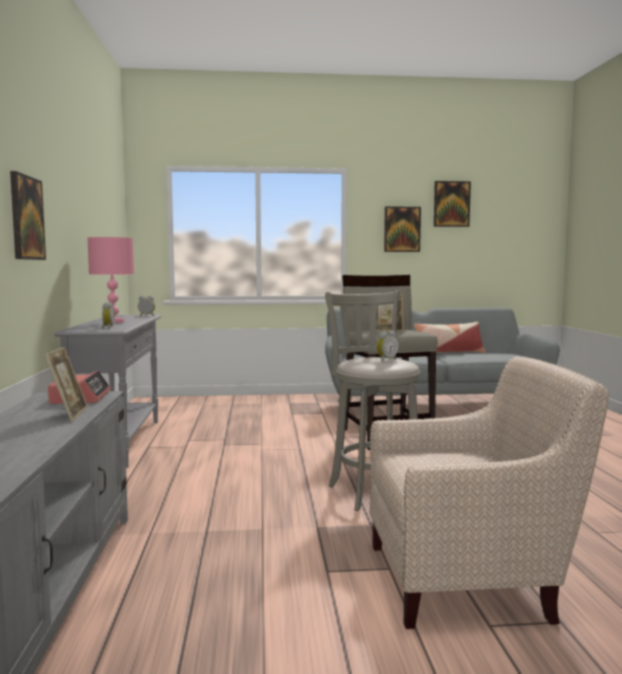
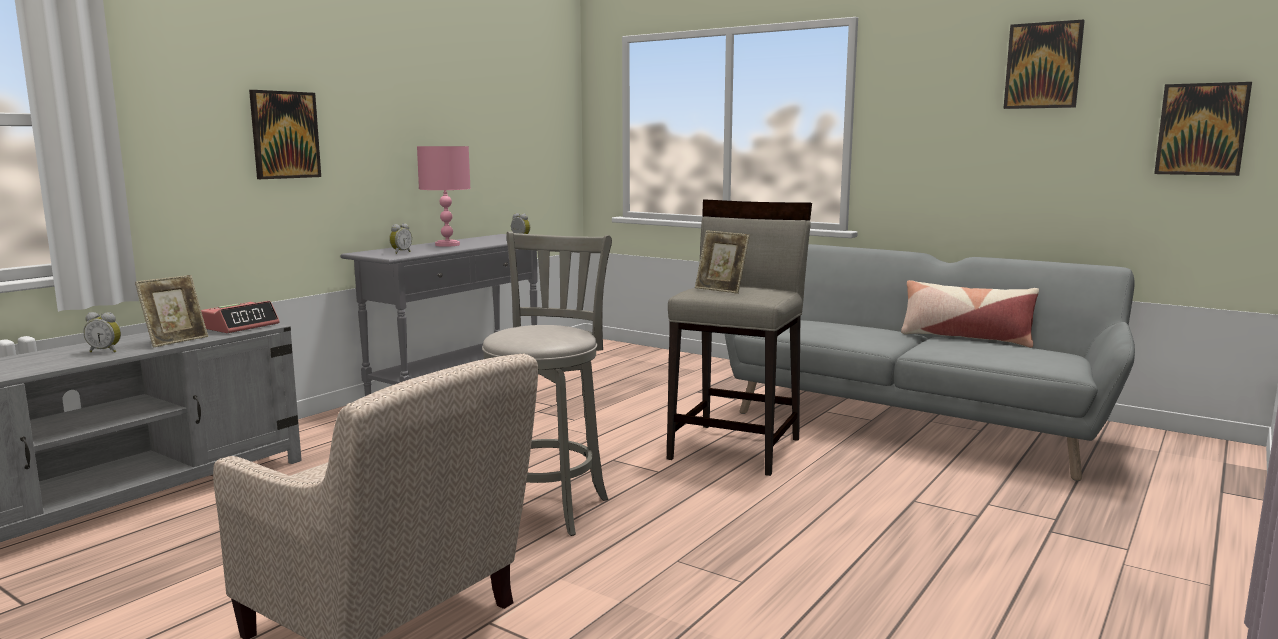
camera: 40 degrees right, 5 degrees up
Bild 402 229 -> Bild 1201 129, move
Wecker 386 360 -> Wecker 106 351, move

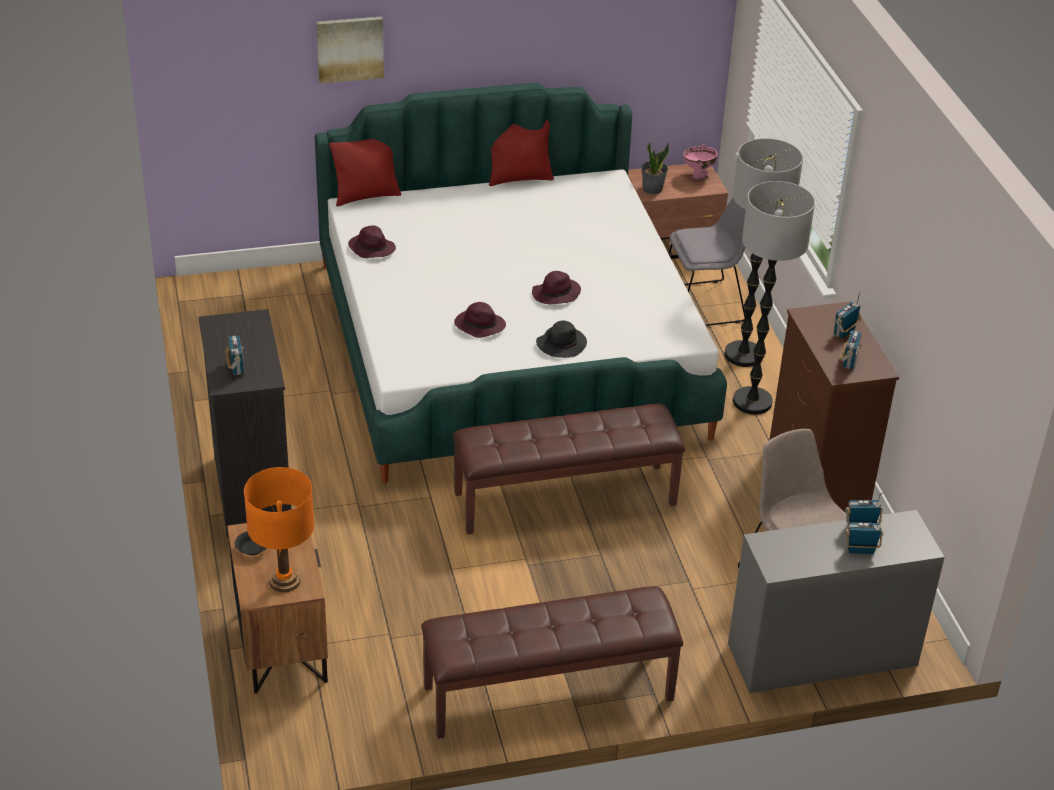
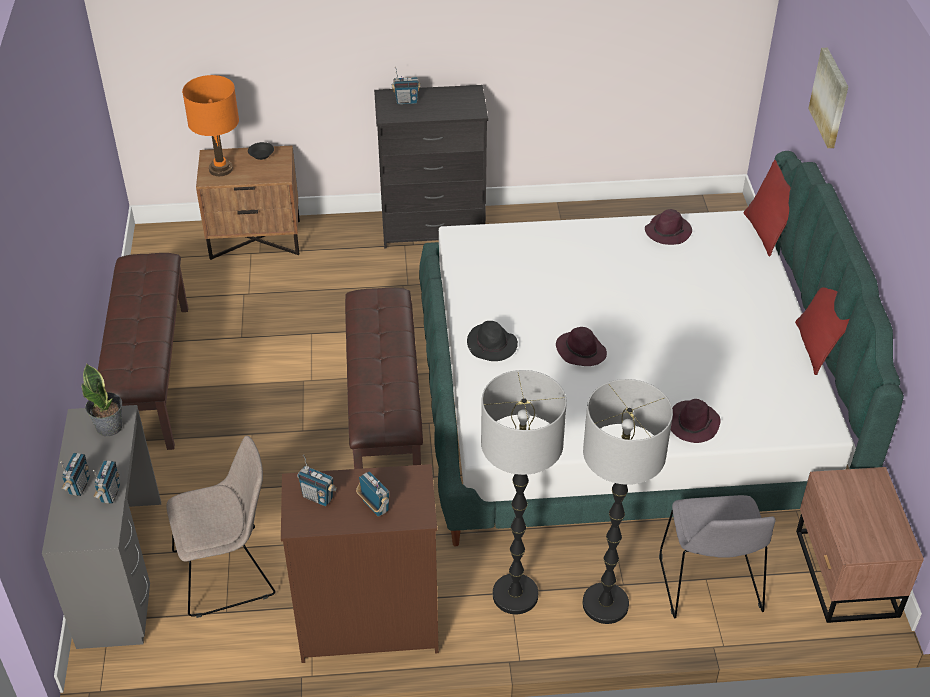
camera: 100 degrees right, 5 degrees up
Topfpflanze 652 189 -> Topfpflanze 110 427, move
Schüssel/rosa 698 176 -> none
Hut/lila 479 326 -> Hut/lila 693 424, move

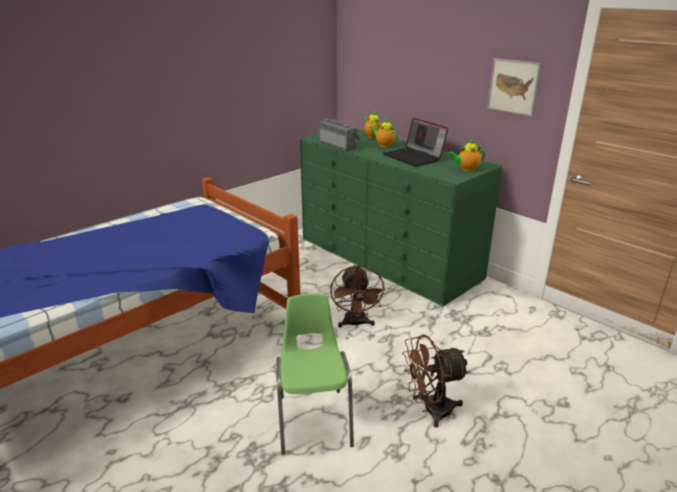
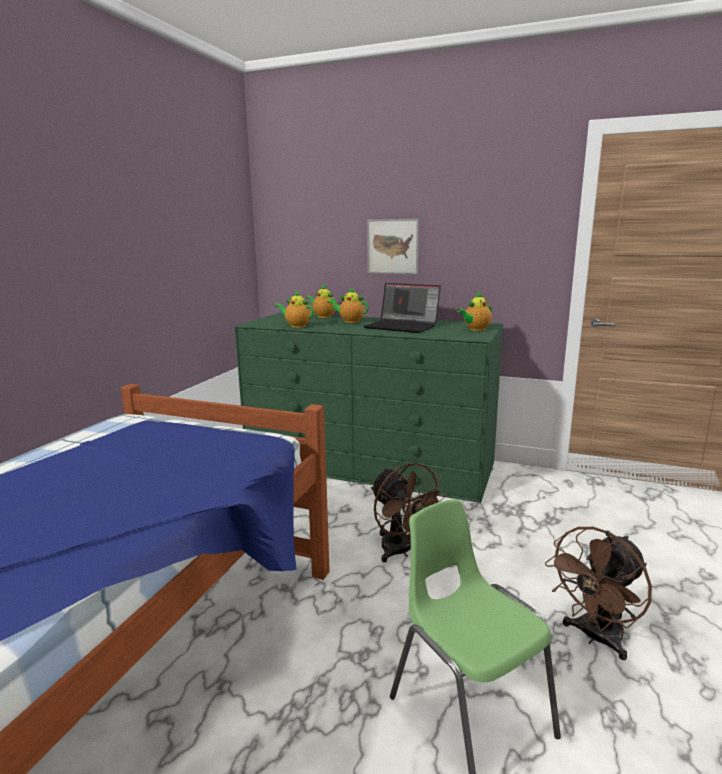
camera: 25 degrees left, 10 degrees down
Bild 513 86 -> Bild 392 246, move
Radio 339 144 -> Teekanne 296 326

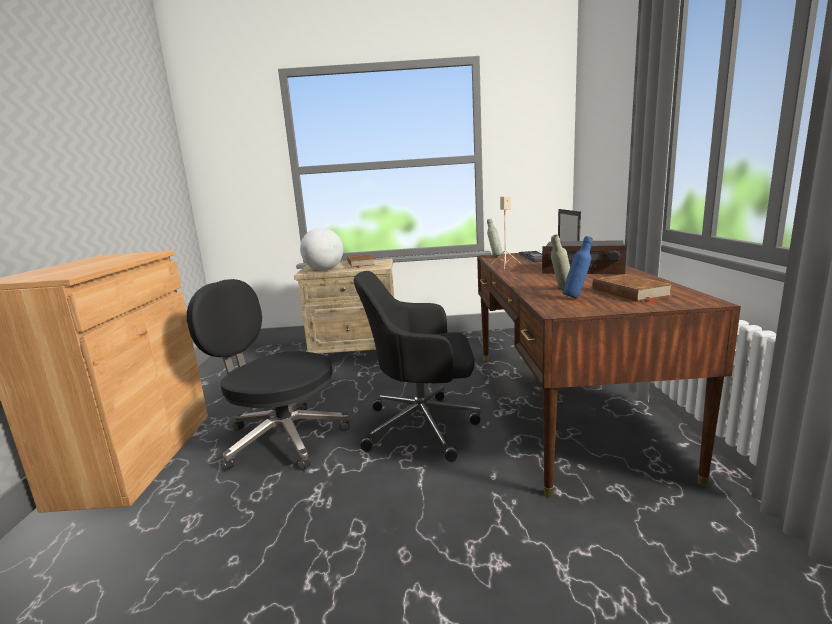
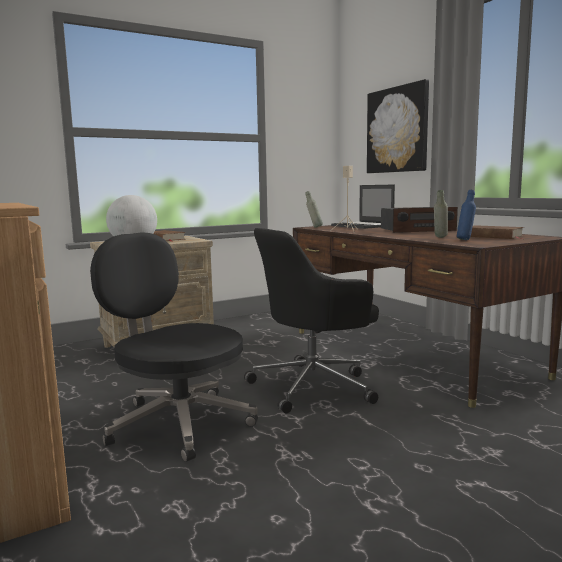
camera: 30 degrees left, 5 degrees down
Bürostuhl/schwarz 282 438 -> Bürostuhl/schwarz 178 423, 45 degrees clockwise
none -> Bild 397 130

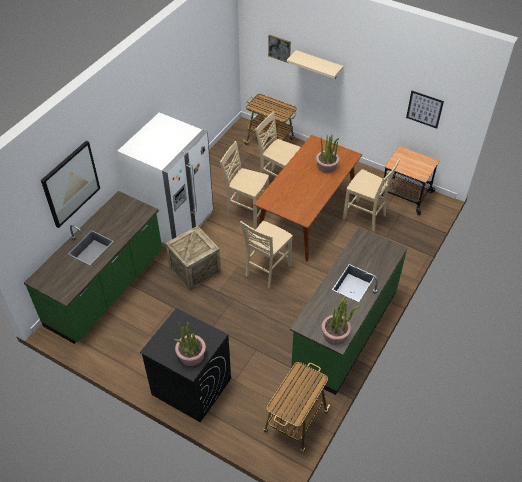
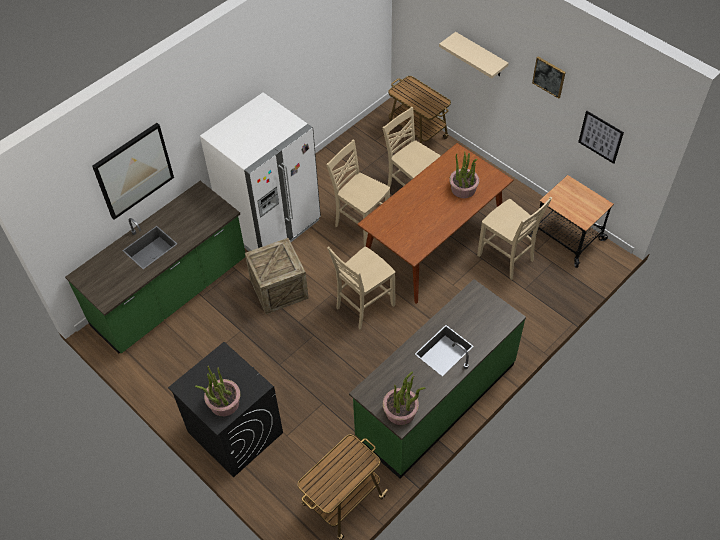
camera: 15 degrees right, 5 degrees up
Bild 279 48 -> Bild 549 77, move

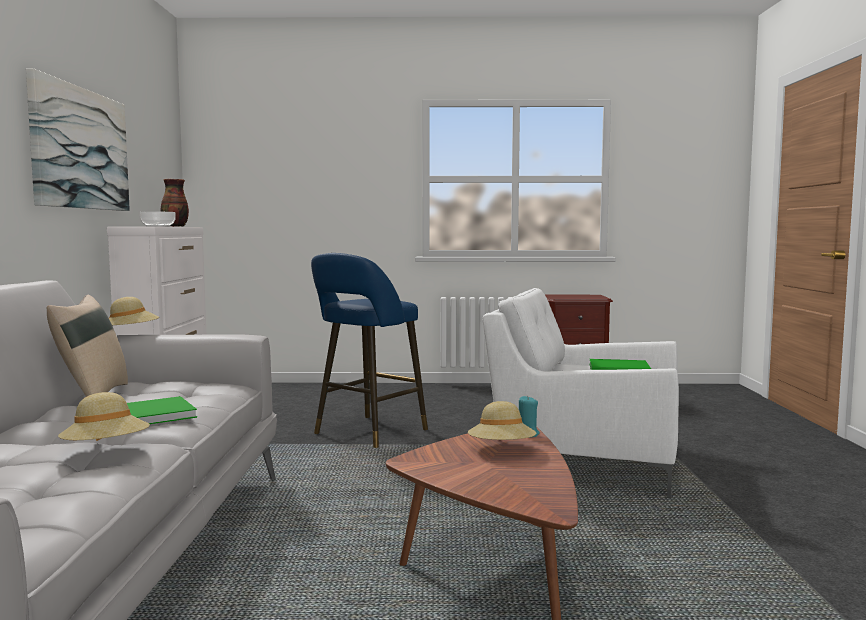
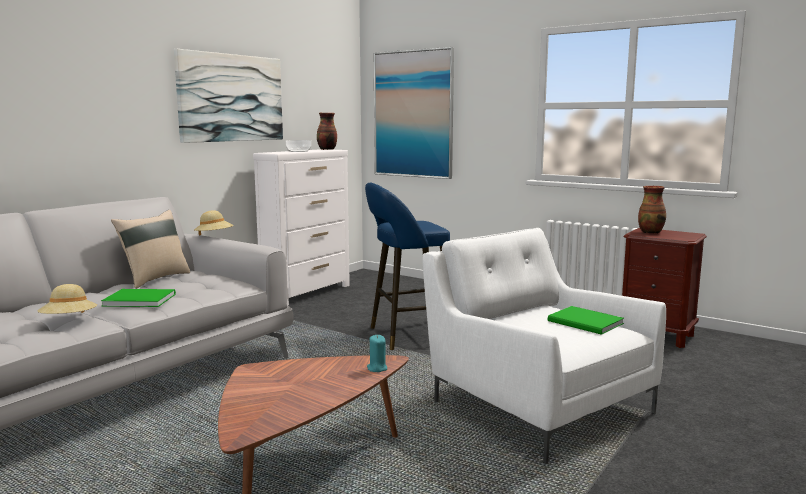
camera: 35 degrees right, 5 degrees up
Hut/beige 501 449 -> none
none -> Bild 413 114
none -> Vase 650 232

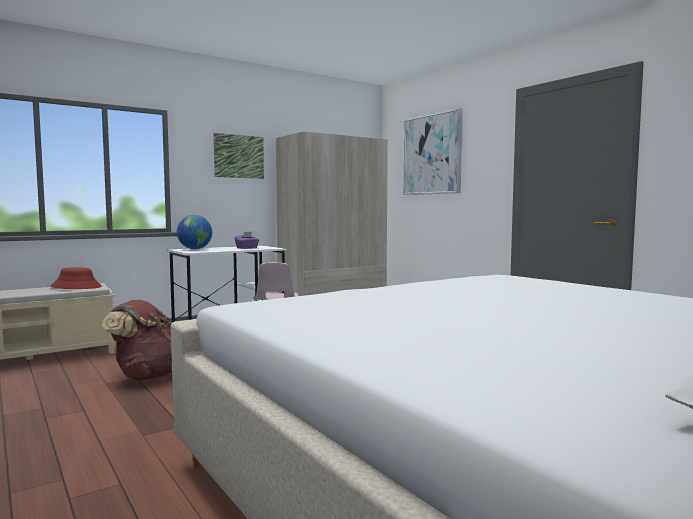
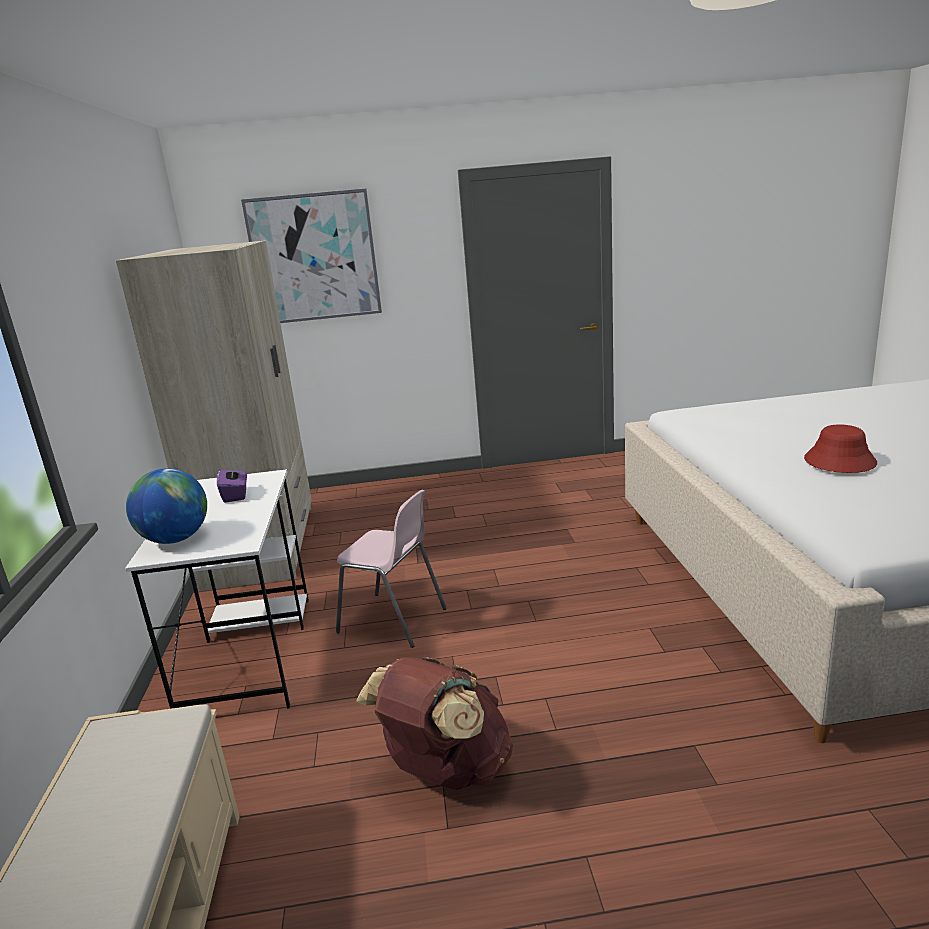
camera: 60 degrees left, 15 degrees up
Bild 239 156 -> none
Hut/rot 76 287 -> Hut/rot 839 461, move

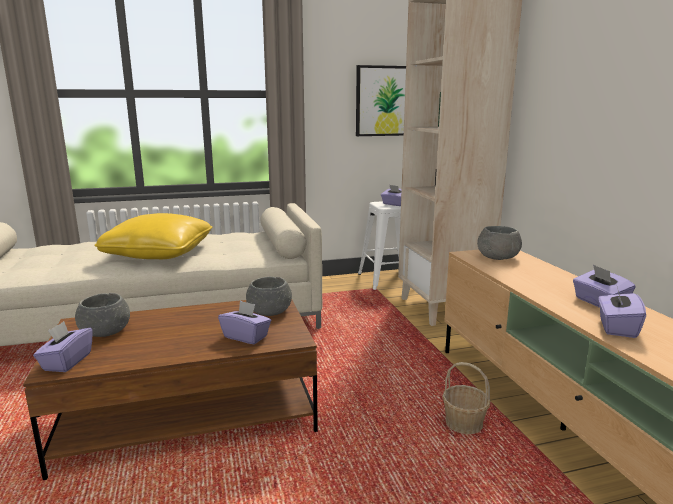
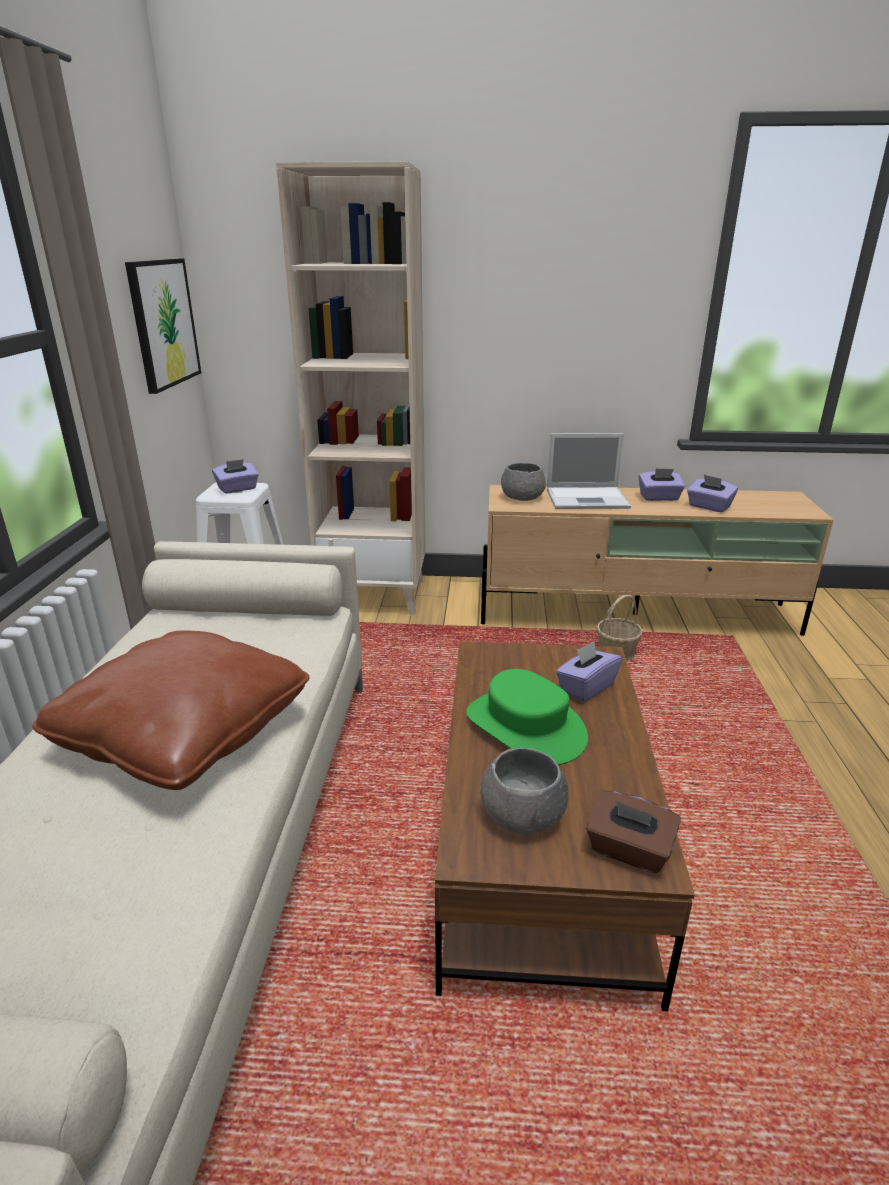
camera: 70 degrees left, 10 degrees up
Kissen/gelb 159 253 -> Kissen/braun 184 732
Schüssel/grau 270 311 -> none
Taschentuchbox/lila 67 362 -> Taschentuchbox/braun 628 850
none -> Laptop 588 498
none -> Hut/grün 526 726

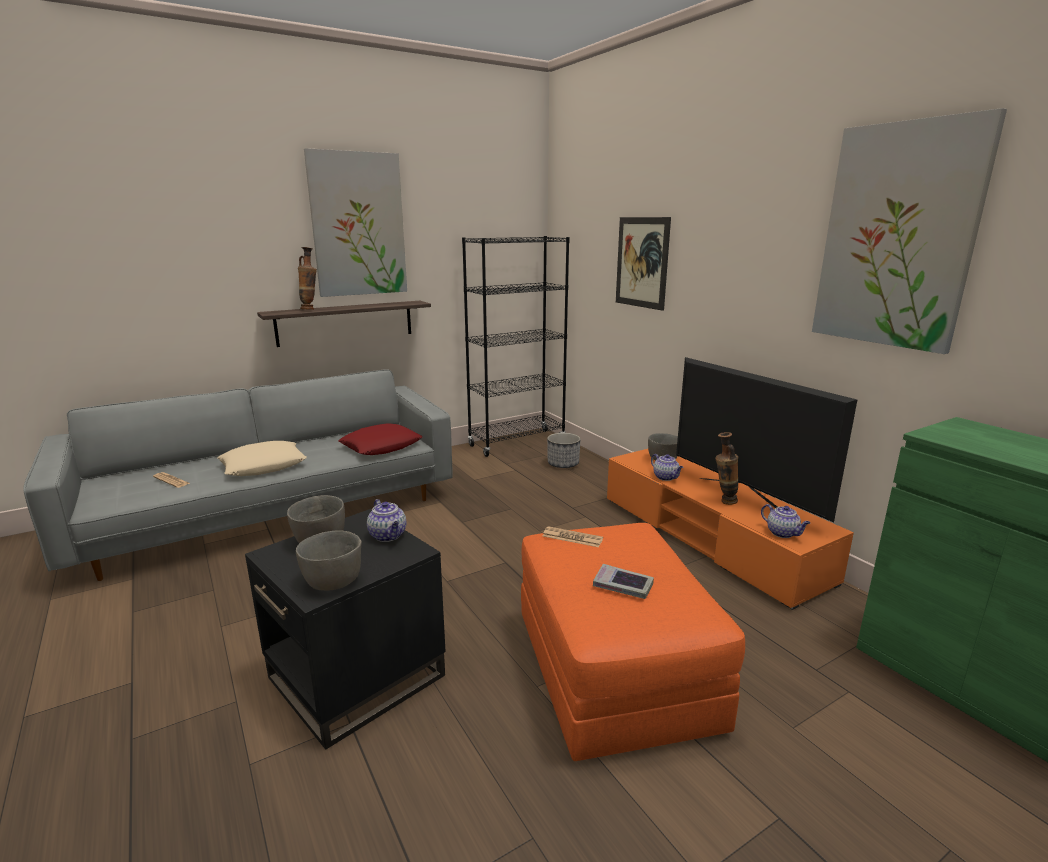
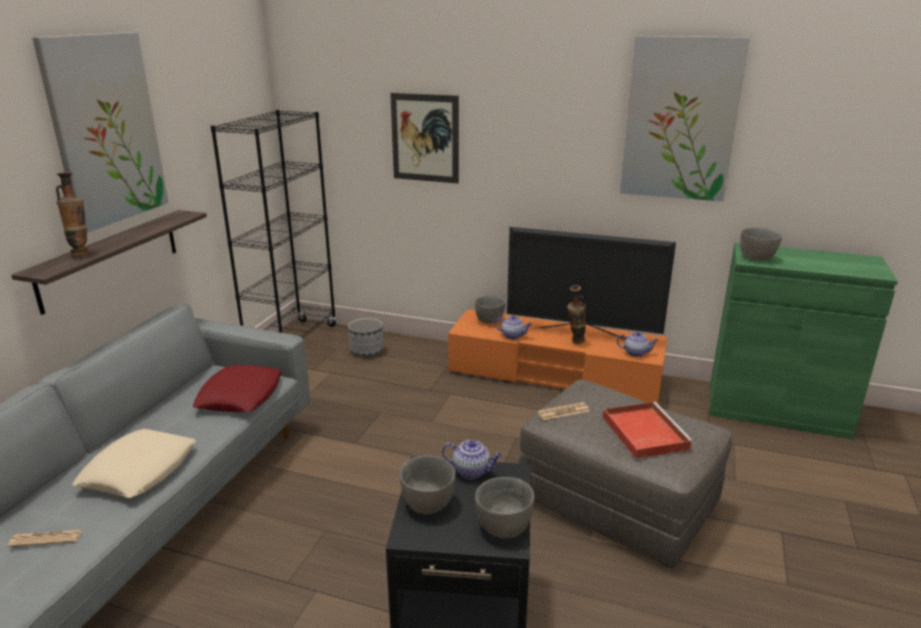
camera: 40 degrees left, 5 degrees up
Polsterhocker/orange 614 671 -> Polsterhocker/grau 618 501
Buch 622 586 -> Tablett/rot 643 432
none -> Schüssel/grau 757 258

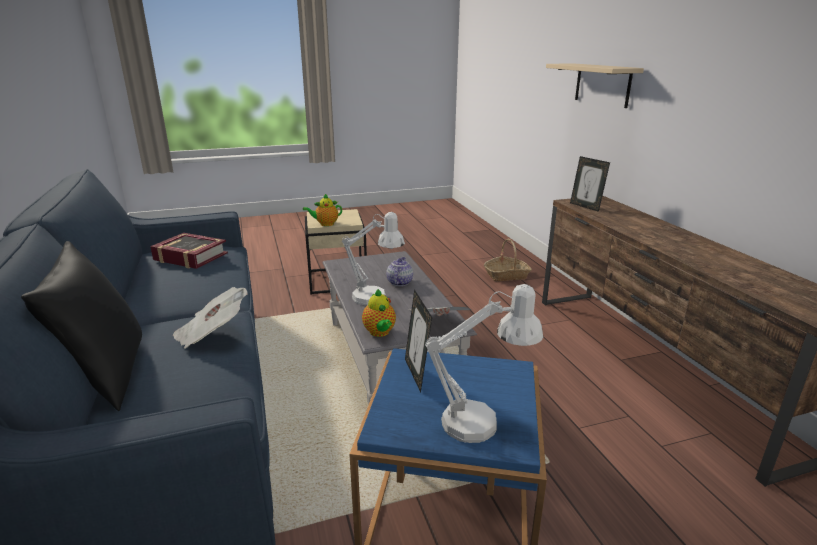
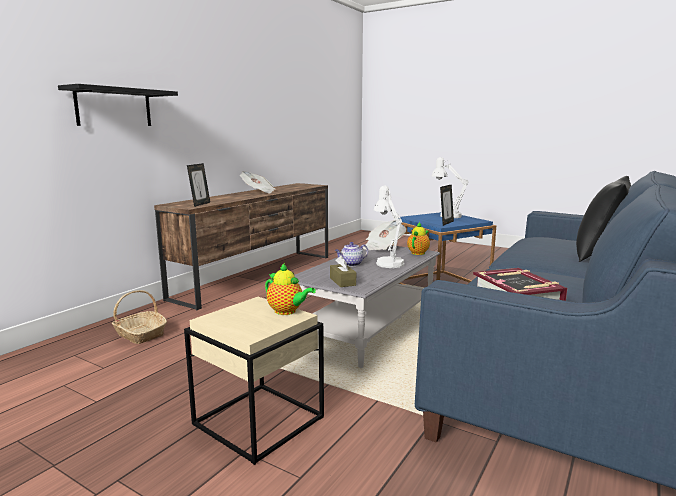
camera: 130 degrees left, 10 degrees down
Wandregal/beige 602 84 -> Wandregal/schwarz 114 107
Zeitung 212 334 -> Zeitung 258 192, move
none -> Taschentuchbox/braun 342 281

